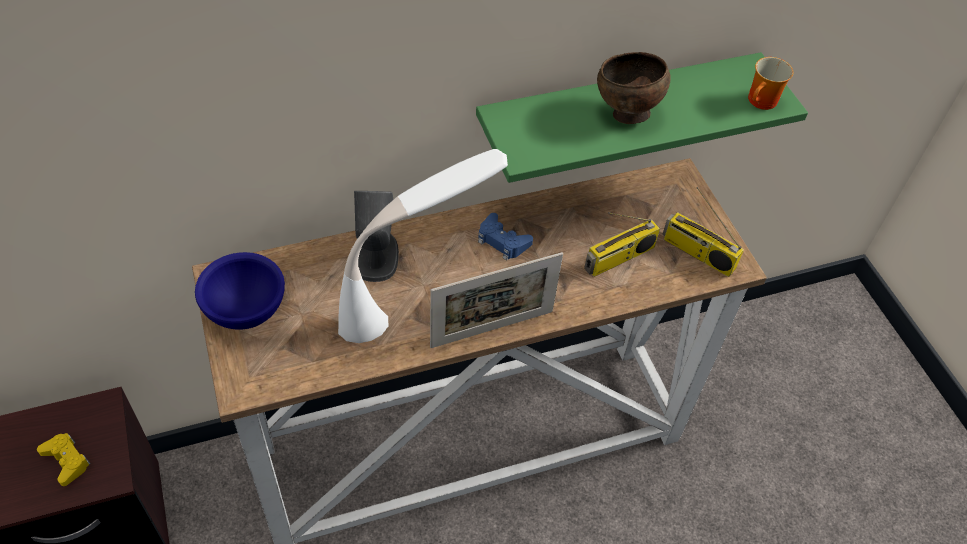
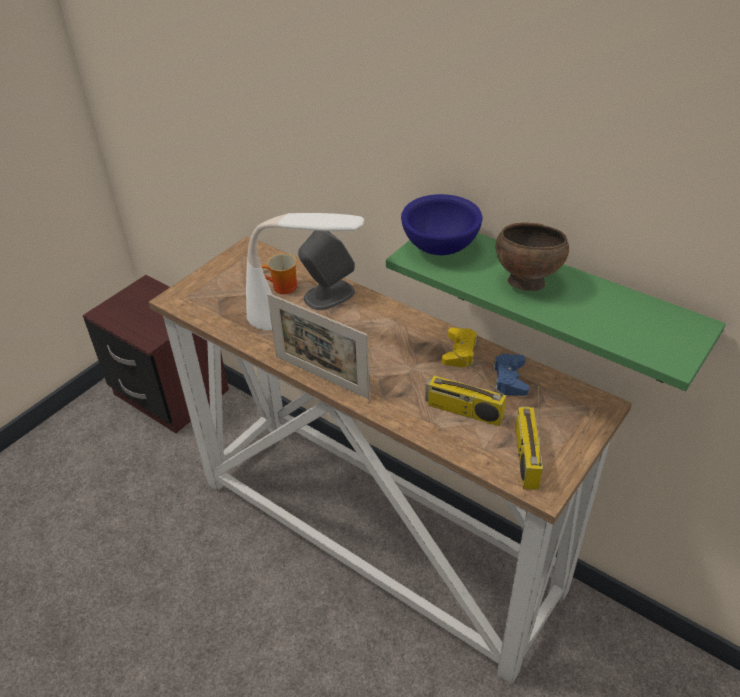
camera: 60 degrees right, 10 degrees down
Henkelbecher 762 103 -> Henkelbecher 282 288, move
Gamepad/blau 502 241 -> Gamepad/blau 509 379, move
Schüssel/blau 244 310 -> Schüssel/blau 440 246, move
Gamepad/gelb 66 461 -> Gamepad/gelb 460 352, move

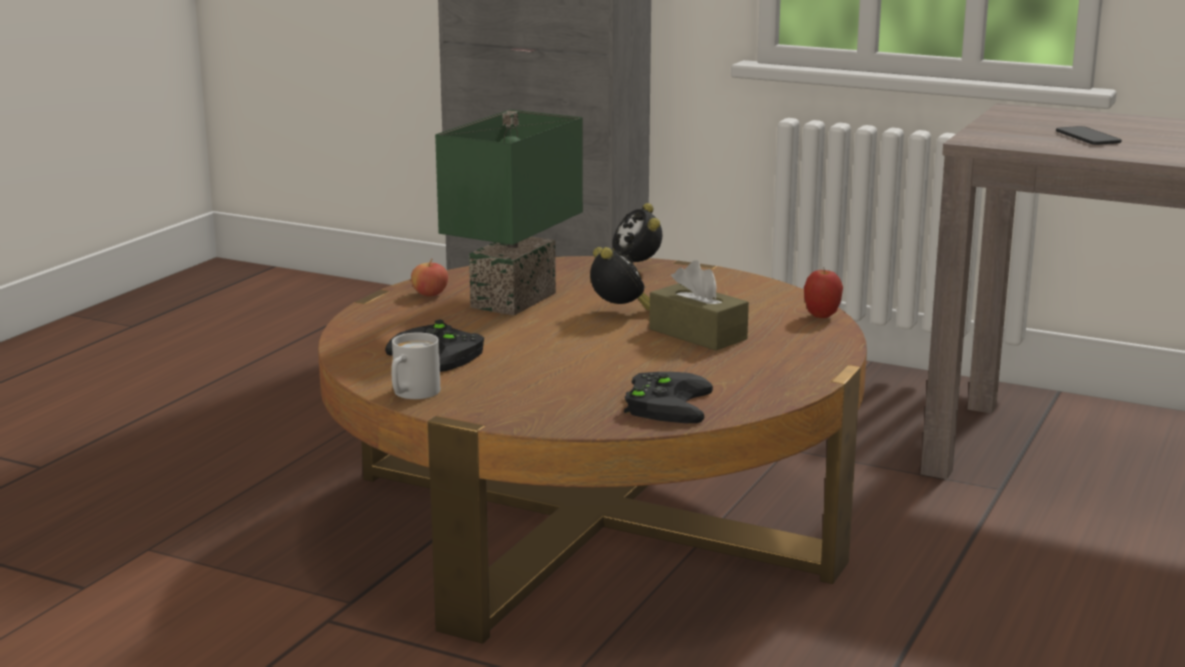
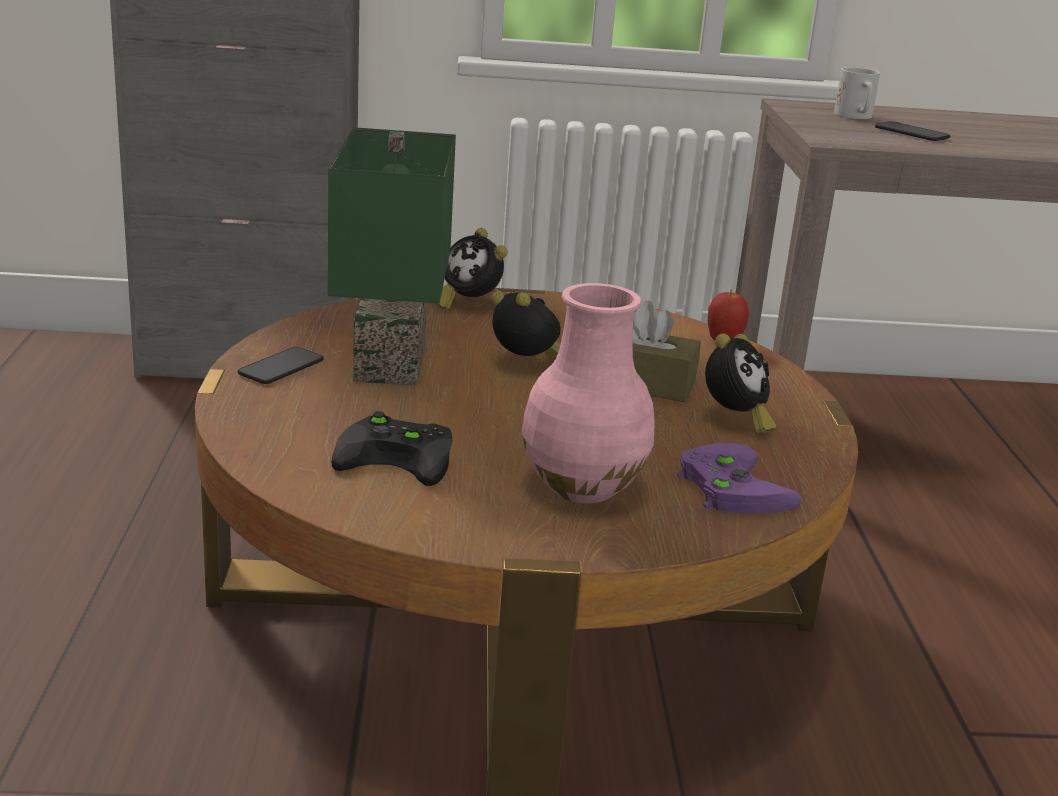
camera: 30 degrees left, 5 degrees up
Apfel 430 294 -> Handy 281 367
Henkelbecher/weiß 411 395 -> Henkelbecher/weiß 855 117, move
Gamepad/schwarz 664 403 -> Gamepad/lila 728 486
none -> Vase/rosa 584 487
none -> Wecker 734 420

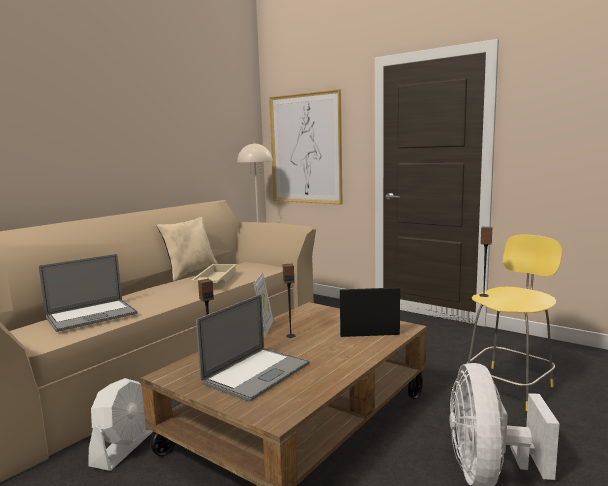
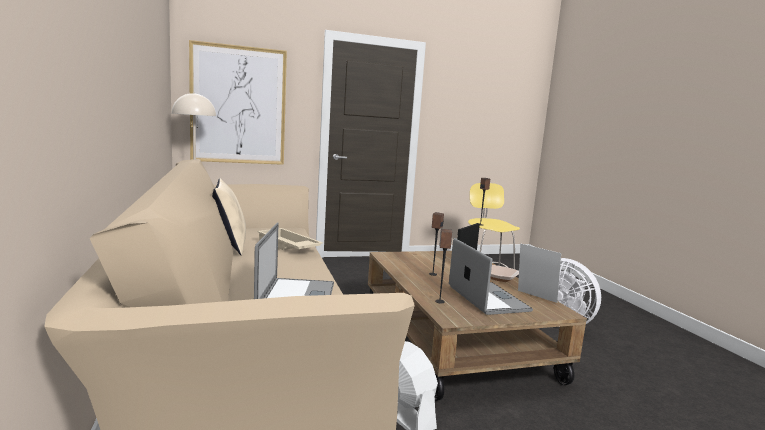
camera: 55 degrees left, 0 degrees up
Bilderrahmen 265 328 -> Bilderrahmen 535 297, move
none -> Schüssel 500 278

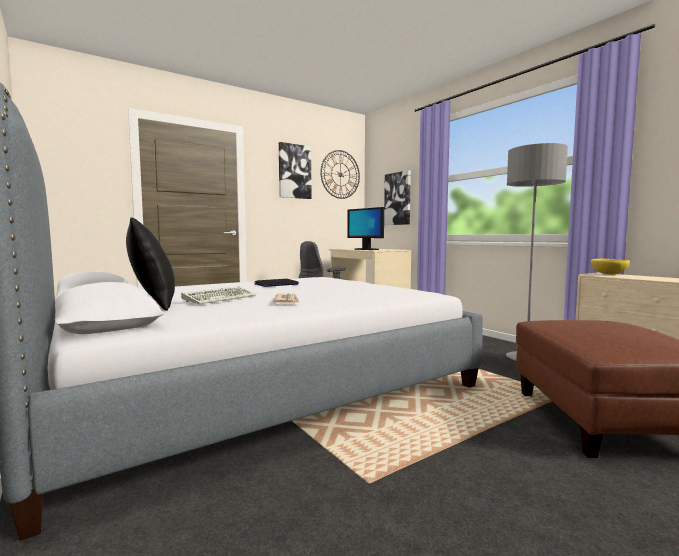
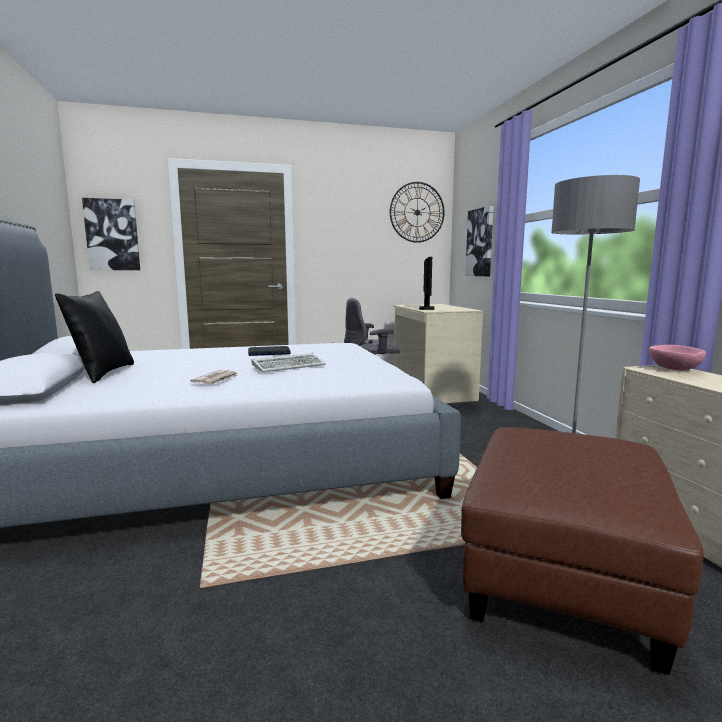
camera: 20 degrees right, 5 degrees up
Bild 294 171 -> Bild 112 235, move
Monitor 366 249 -> Monitor 426 308, 150 degrees counterclockwise
Schüssel/gelb 608 274 -> Schüssel/rosa 673 369
Tastatur 221 298 -> Tastatur 290 366, move

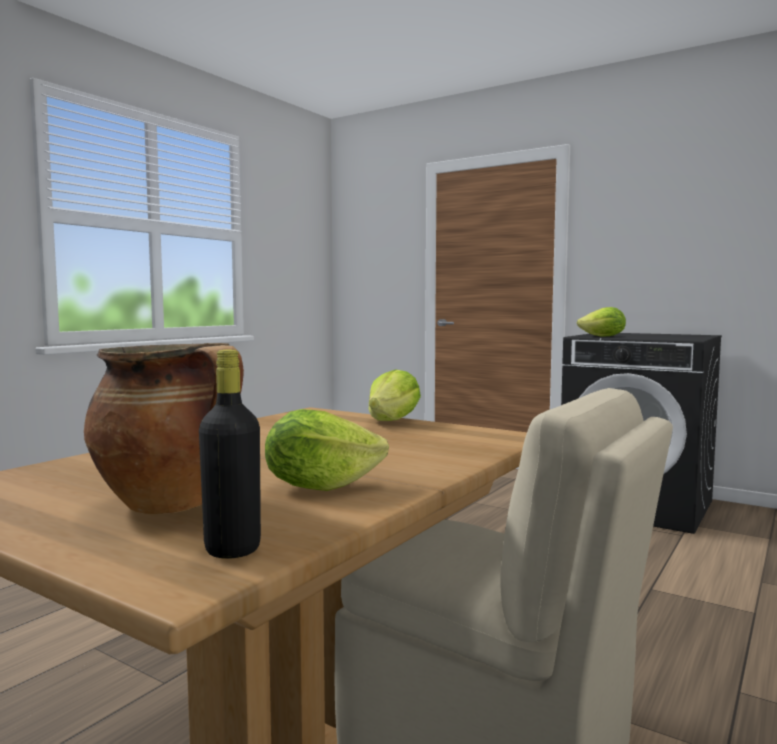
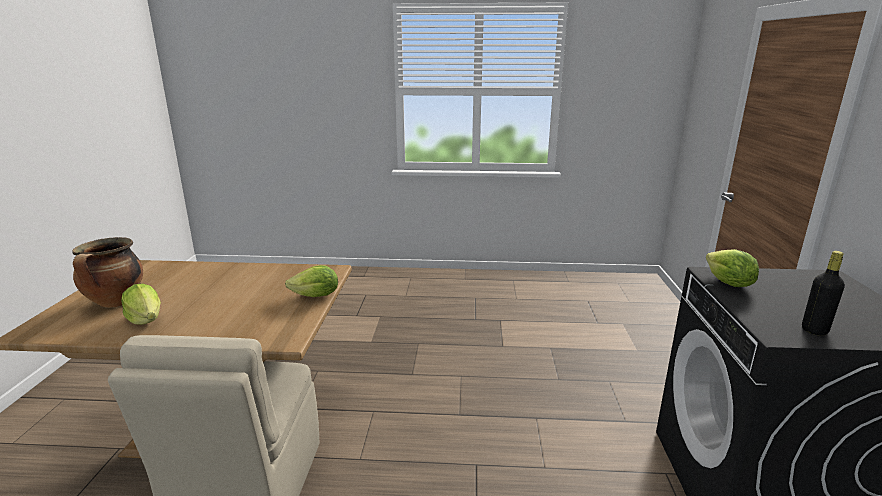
camera: 60 degrees right, 15 degrees up
Flasche/schwarz 232 549 -> Flasche/schwarz 814 330, move

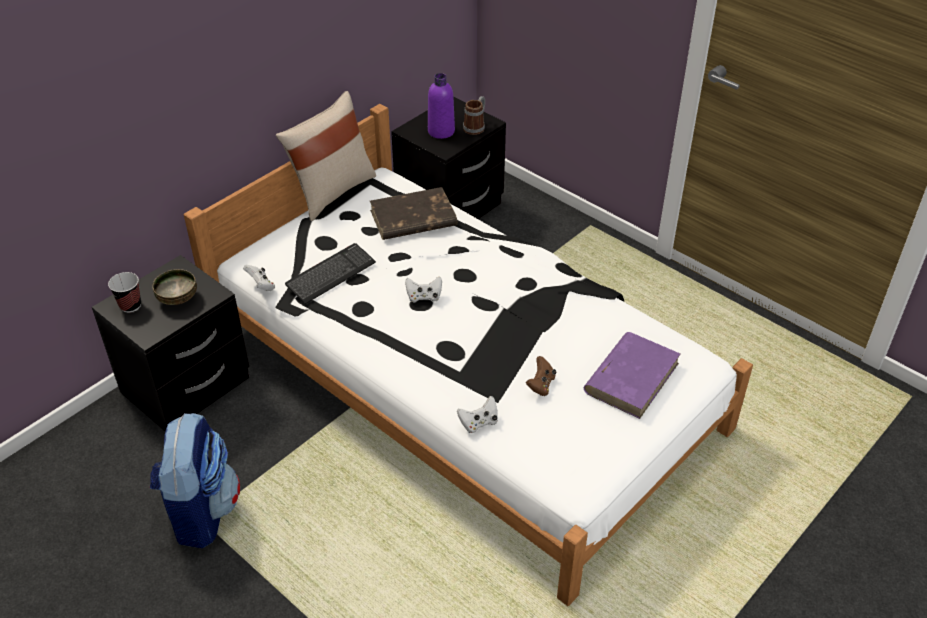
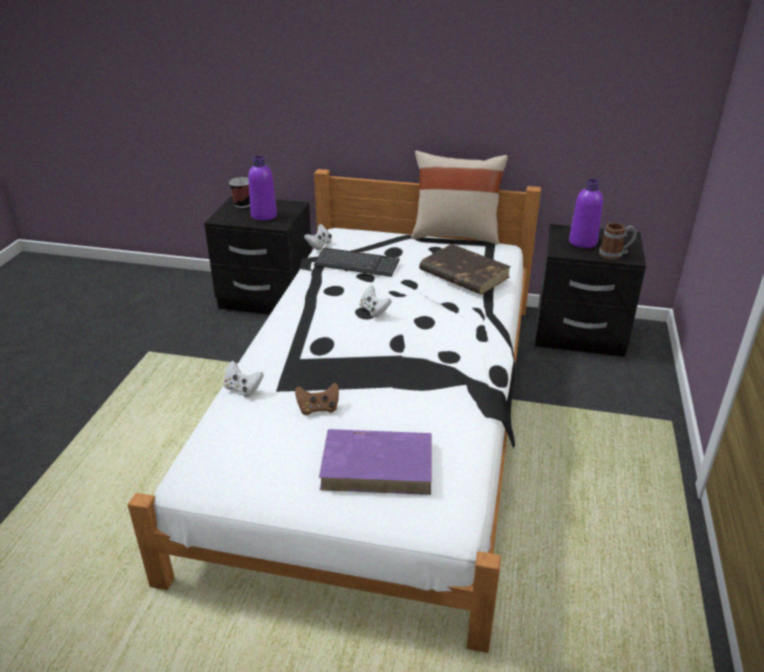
camera: 60 degrees right, 10 degrees down
Schüssel 178 298 -> Flasche/lila 264 215
Rucksack 200 511 -> none

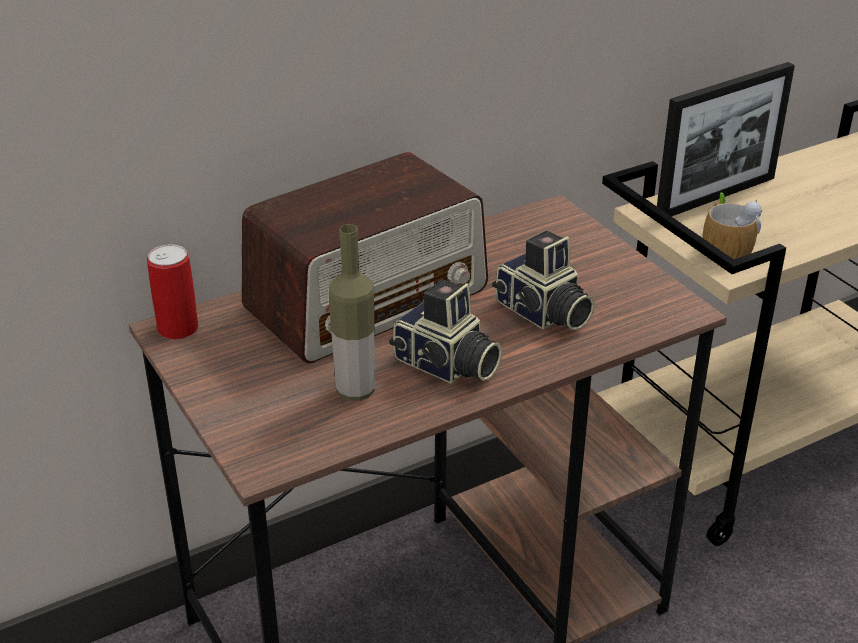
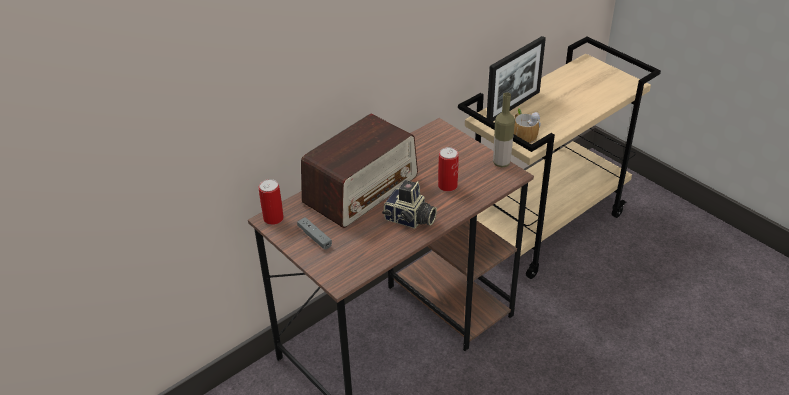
camera: 10 degrees left, 5 degrees up
Flasche 355 391 -> Flasche 501 163, move
Kamera 542 314 -> Dose 447 186
none -> Gamepad/grau 314 237

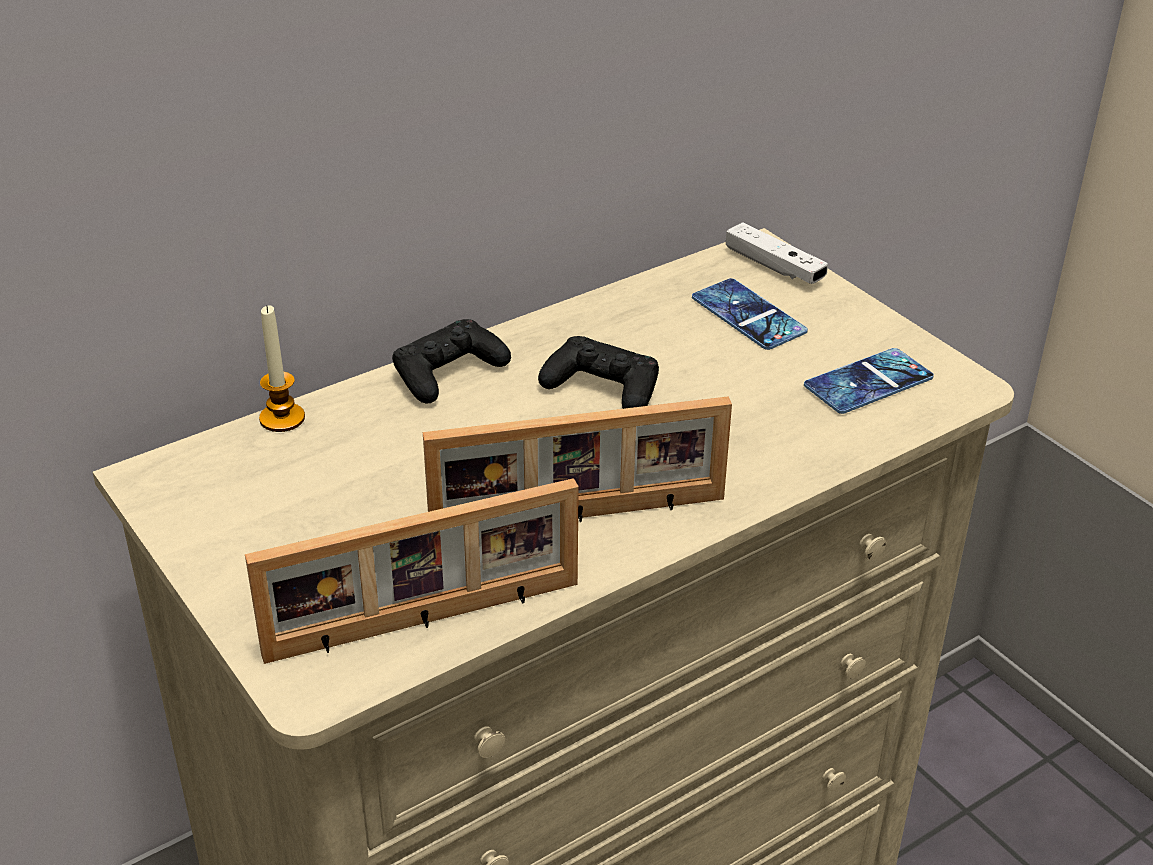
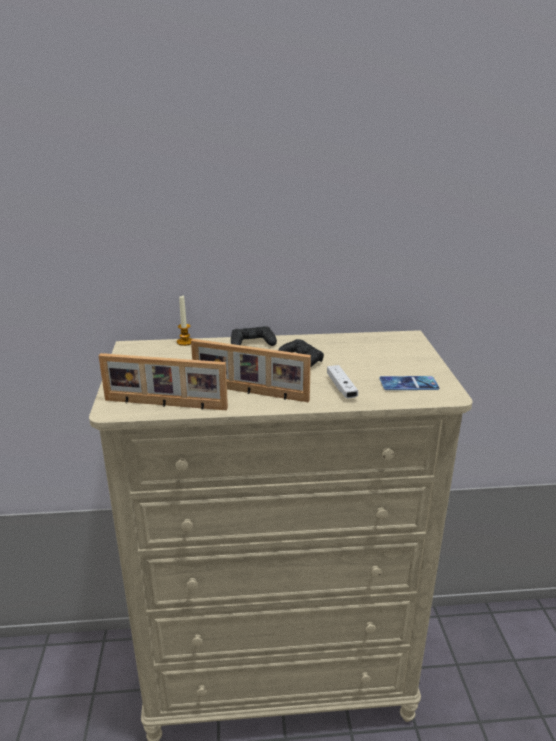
camera: 30 degrees right, 10 degrees down
Gamepad/weiß 774 266 -> Gamepad/weiß 341 388, move
Handy 748 315 -> none

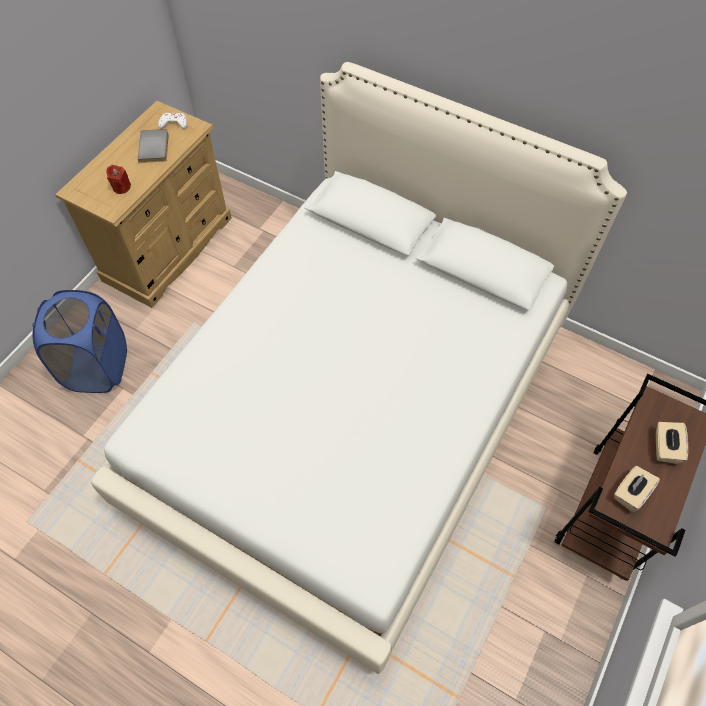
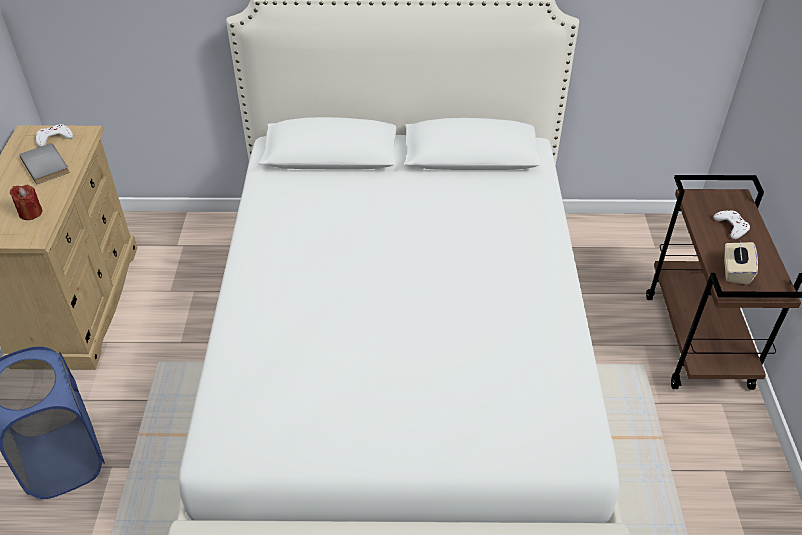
camera: 30 degrees left, 15 degrees down
Taschentuchbox/beige 665 448 -> Gamepad/weiß 731 226

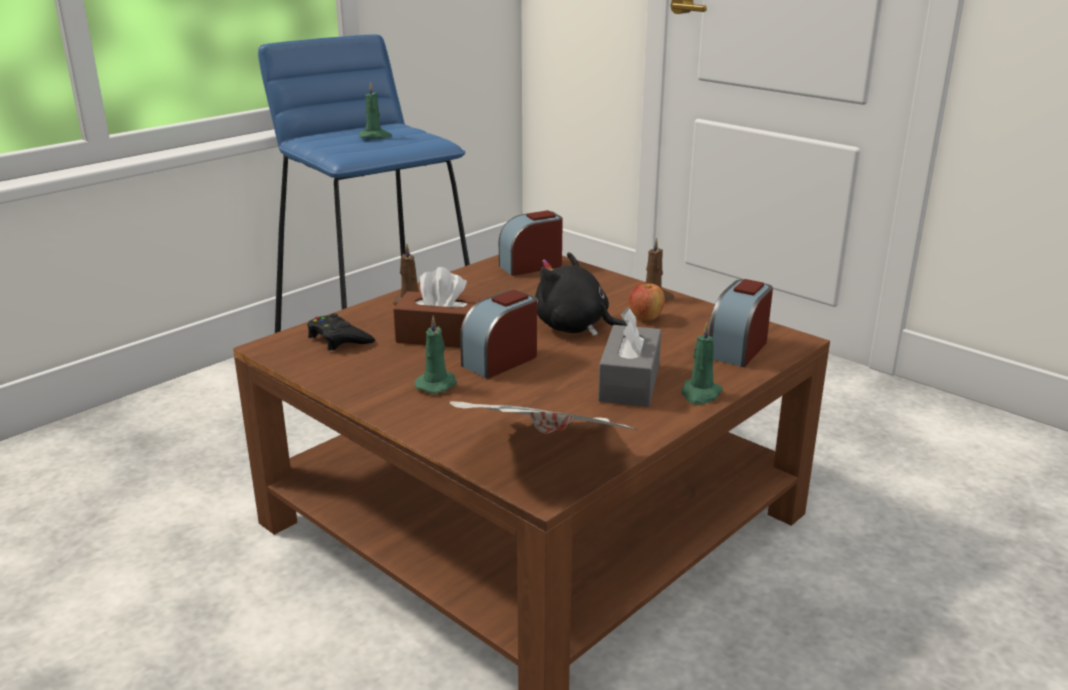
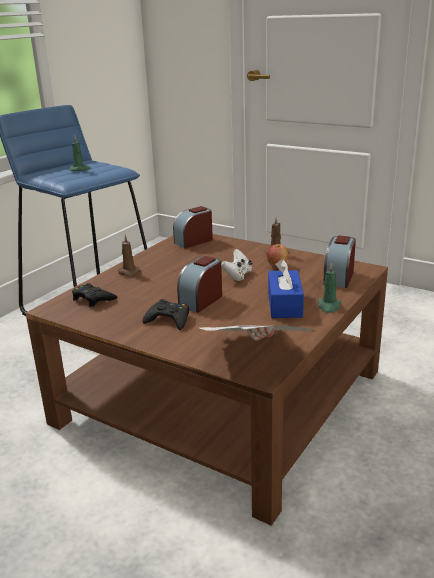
camera: 10 degrees left, 0 degrees up
Plüschtier/schwarz 575 328 -> Gamepad/weiß 237 276
Taschentuchbox/braun 442 336 -> none
Taschentuchbox/grau 629 382 -> Taschentuchbox/blau 284 304
Kerze/grün 437 384 -> Gamepad/schwarz 169 319

